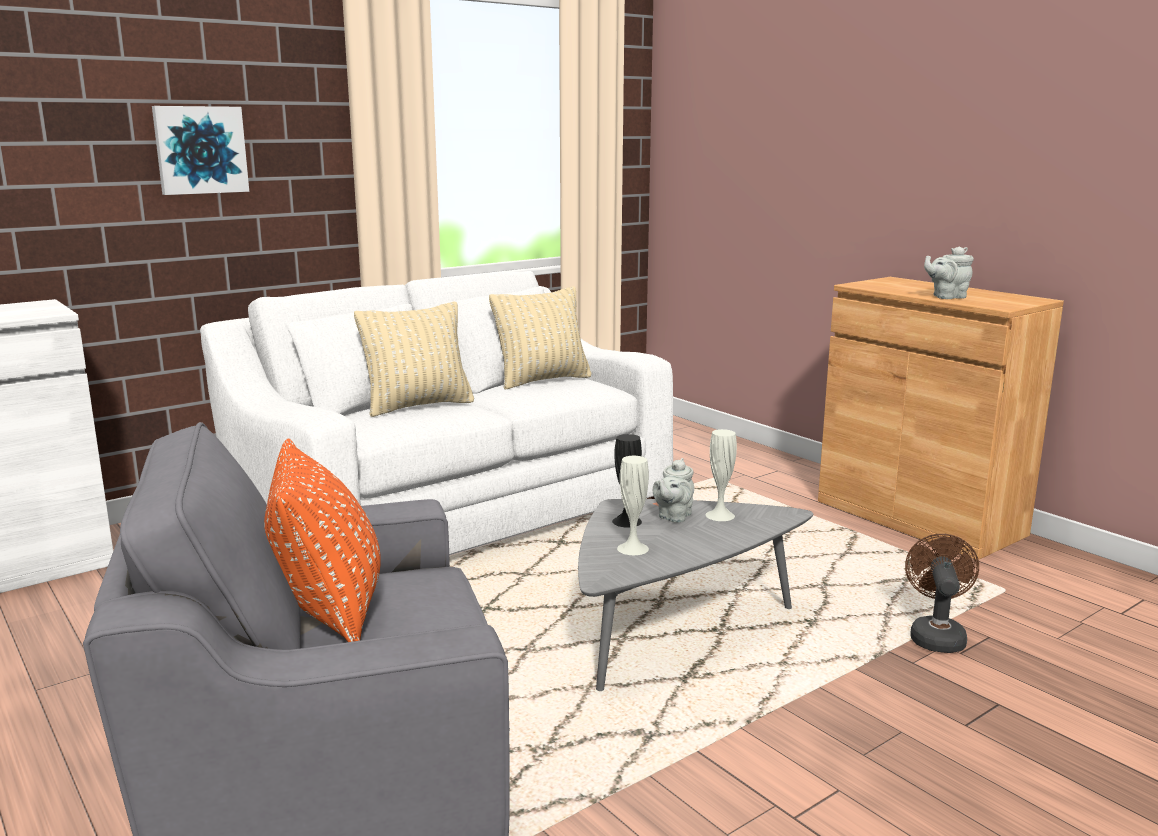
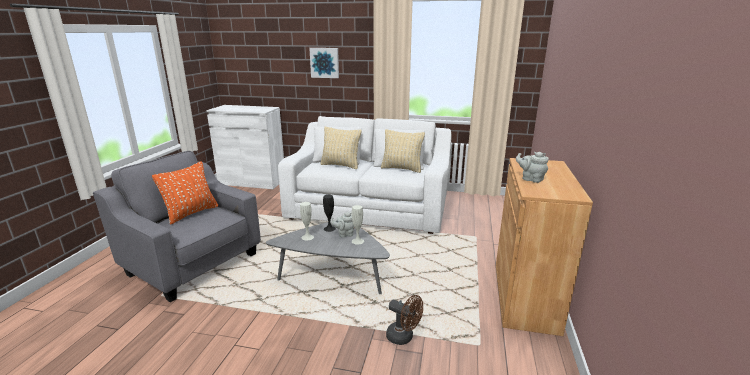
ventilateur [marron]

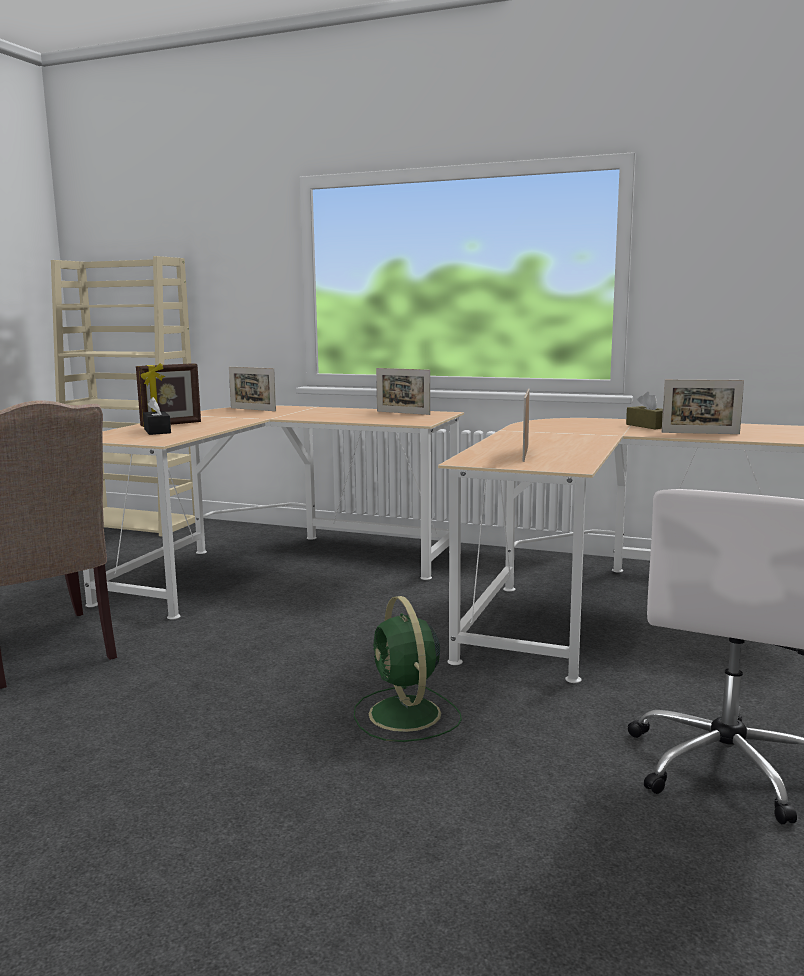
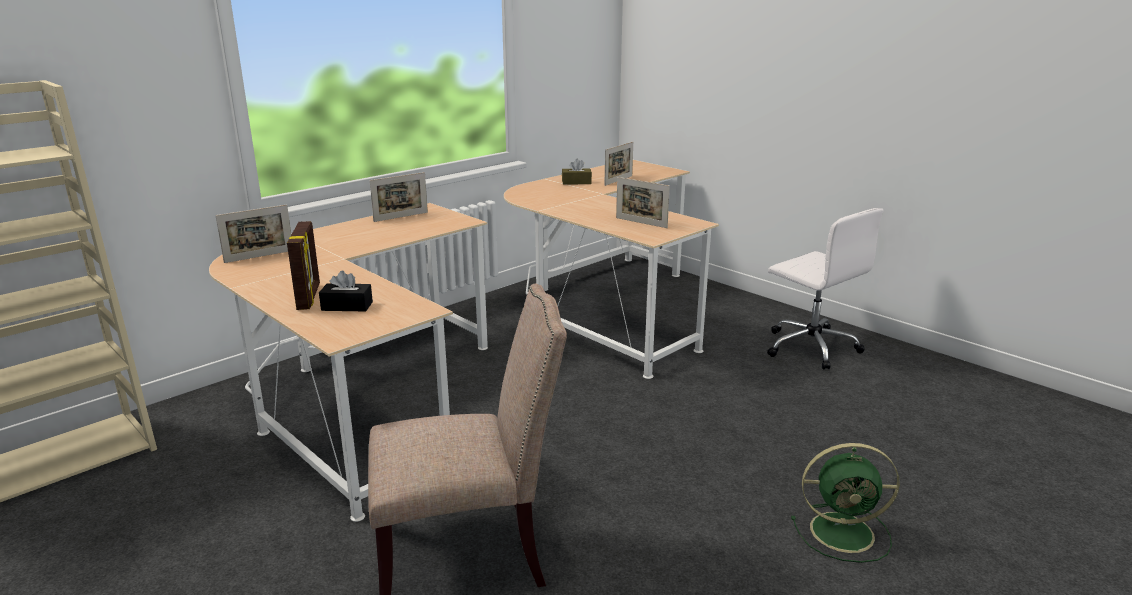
ventilateur [vert]

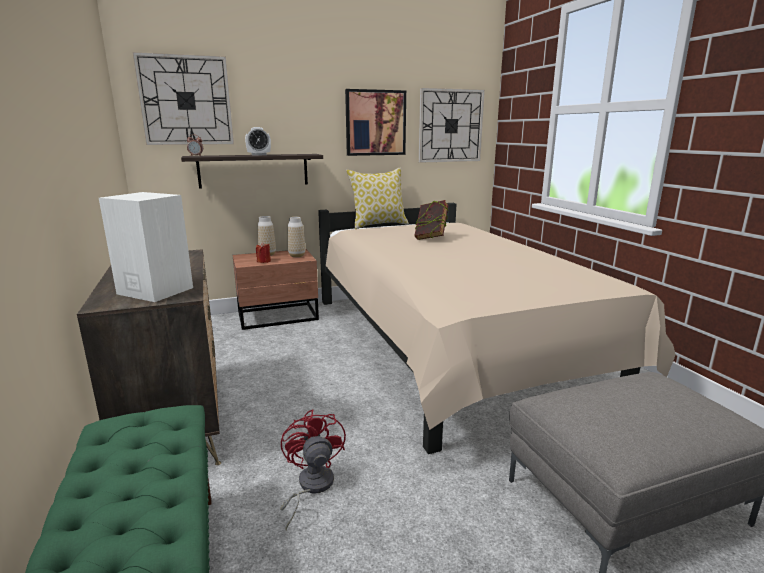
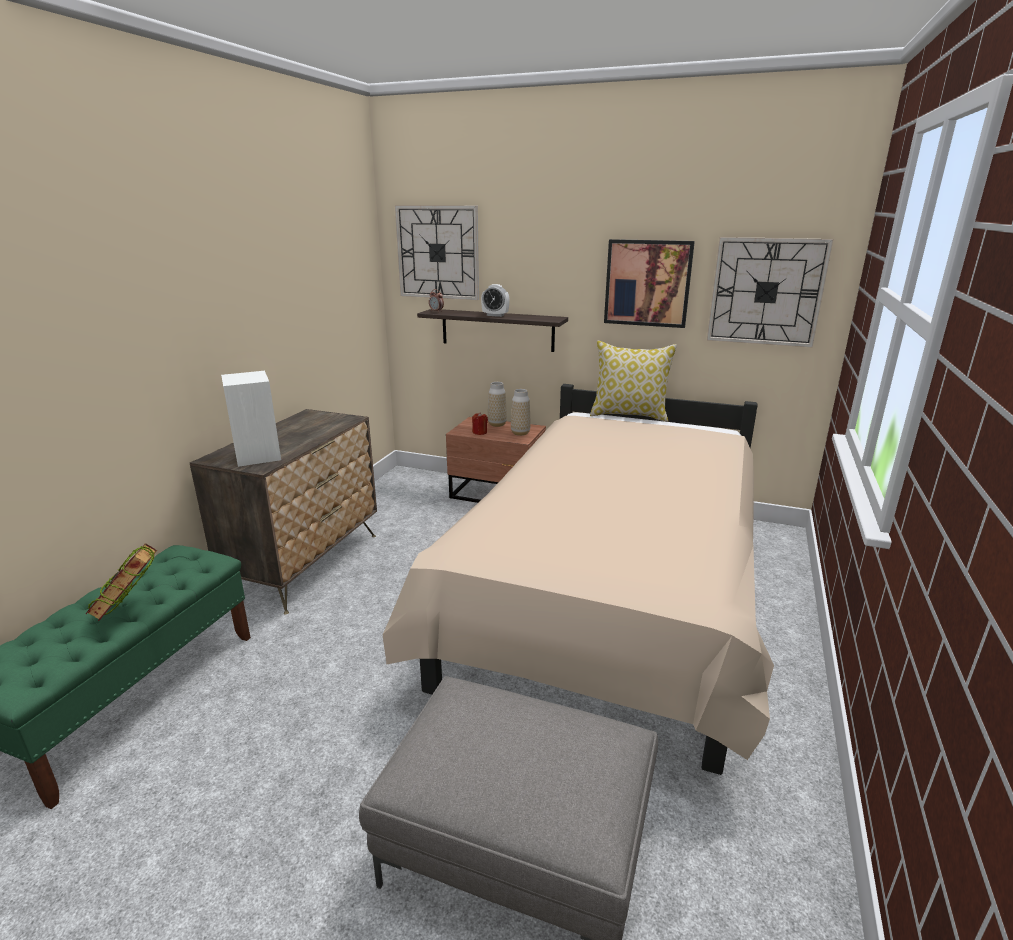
ventilateur [rouge]
livre

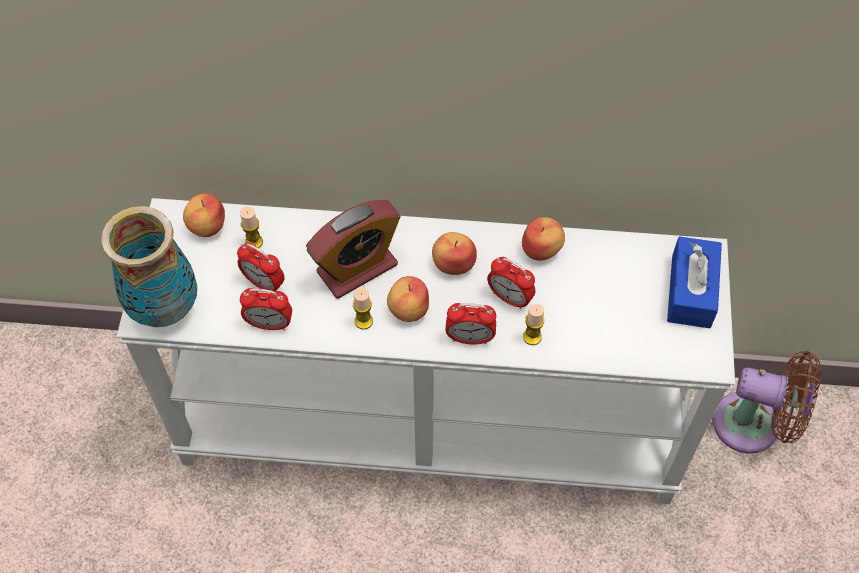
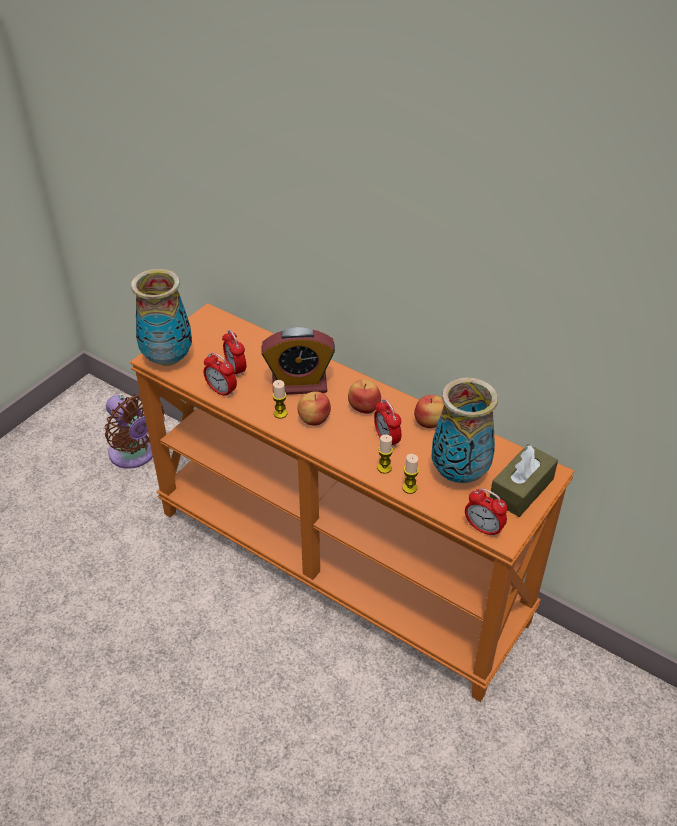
pomme (no. 1 from left in the first image)
vase (no. 2 from left)
bougie (no. 3 from left)
réveil (no. 5 from left)
ventilateur [marron]
table console [orange]
boîte à mouchoirs [marron]

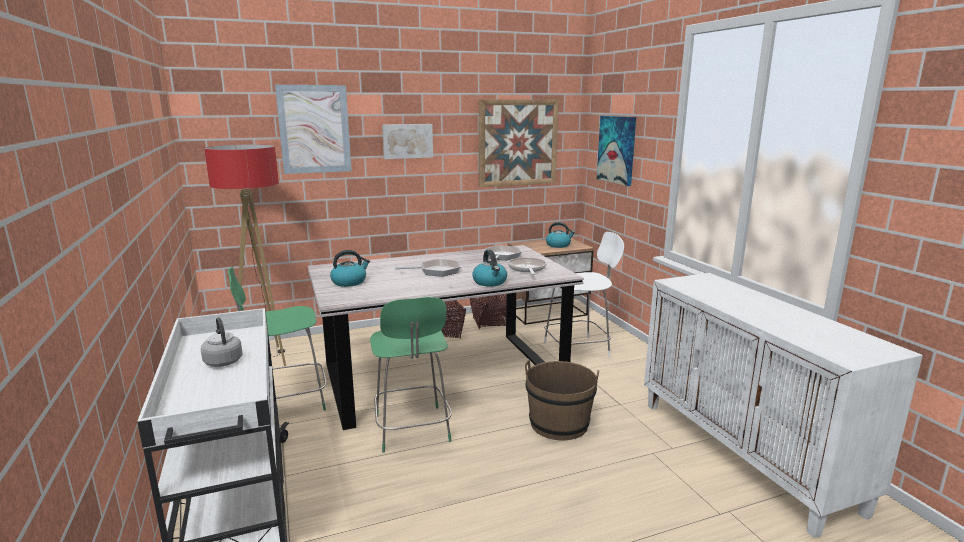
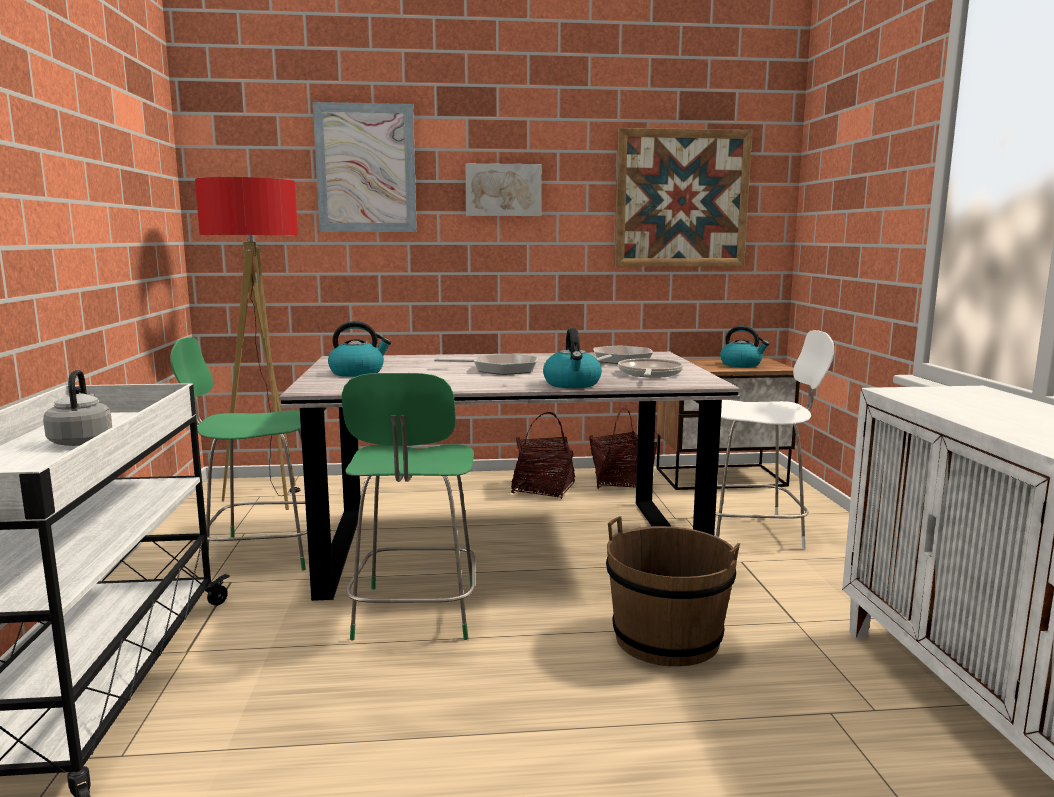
tableau (no. 4 from left in the first image)

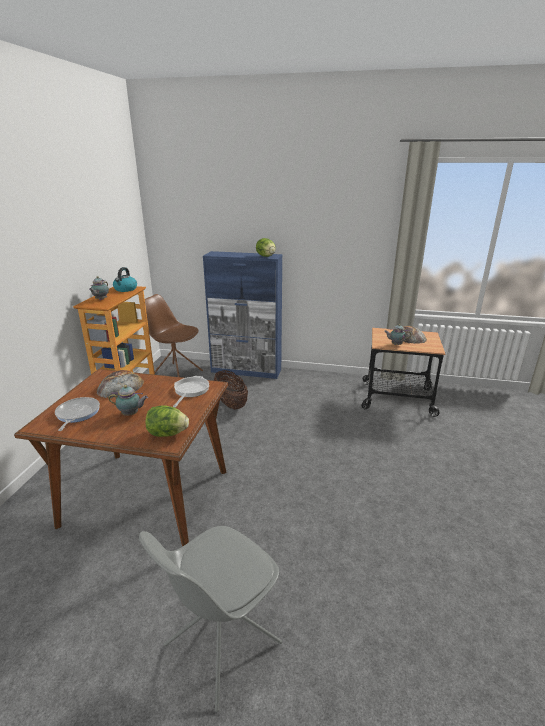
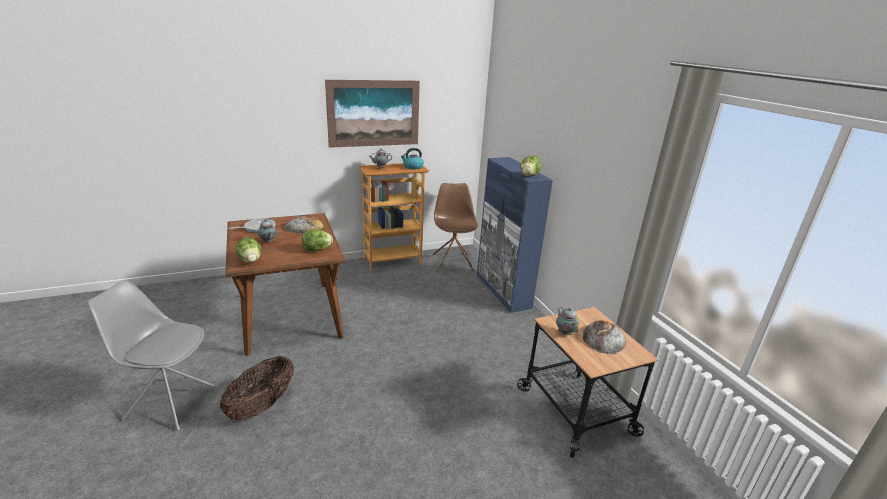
tableau
panier
laitue (no. 2 from left)

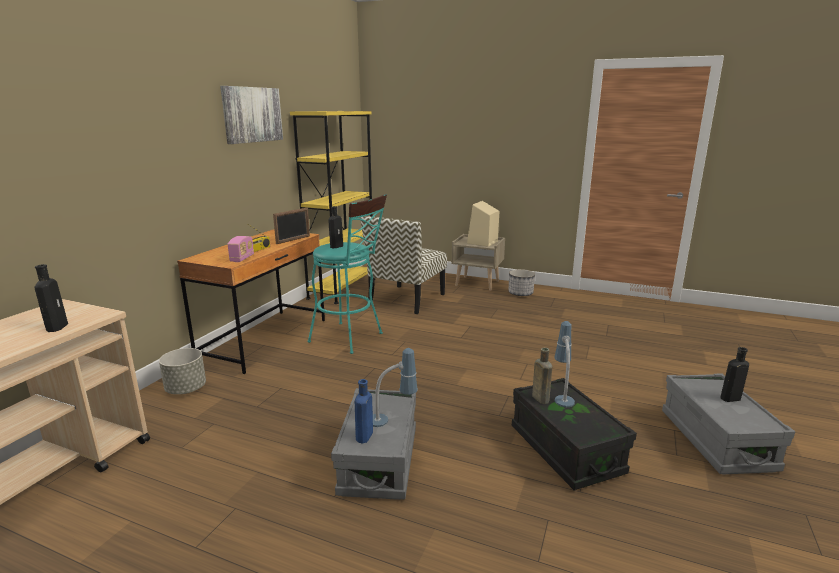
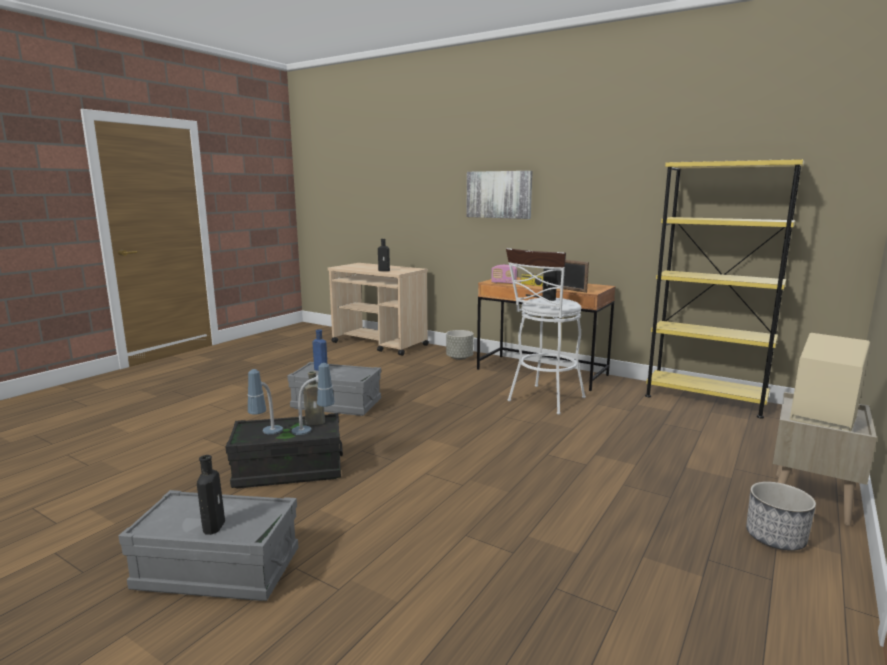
chaise
tableau
lampe de table (no. 1 from left)
tabouret [blanc]

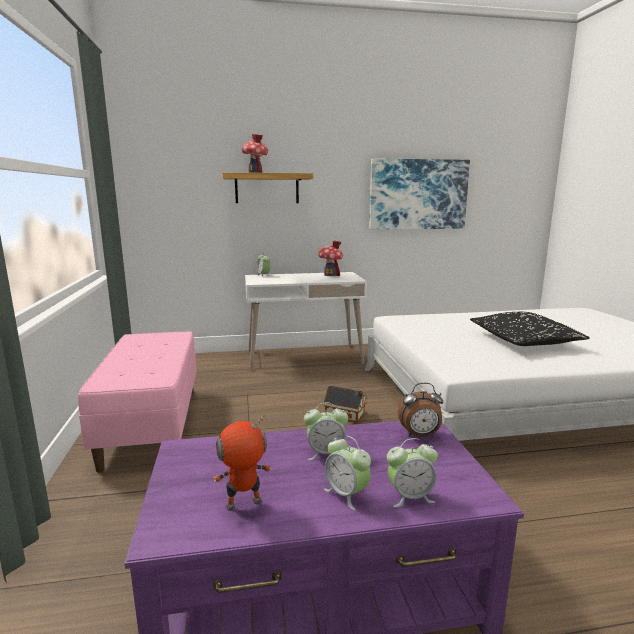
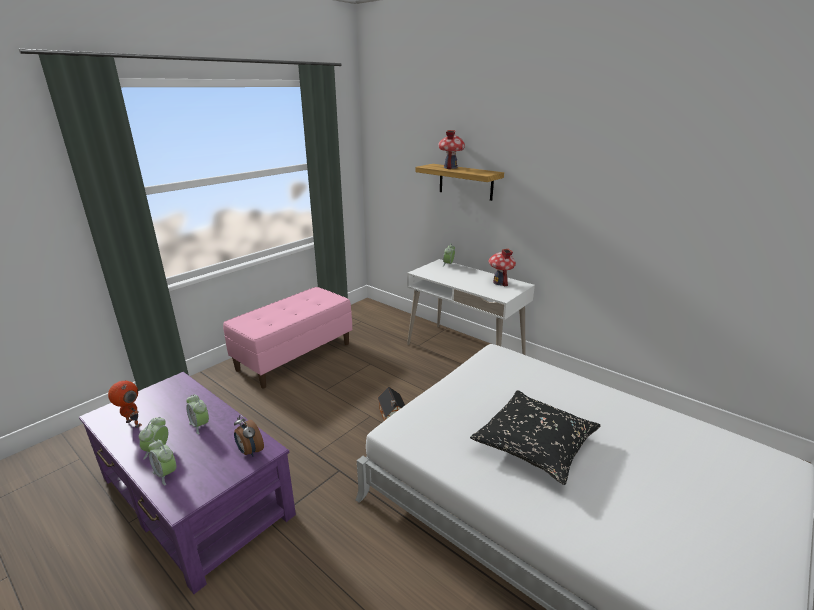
tableau

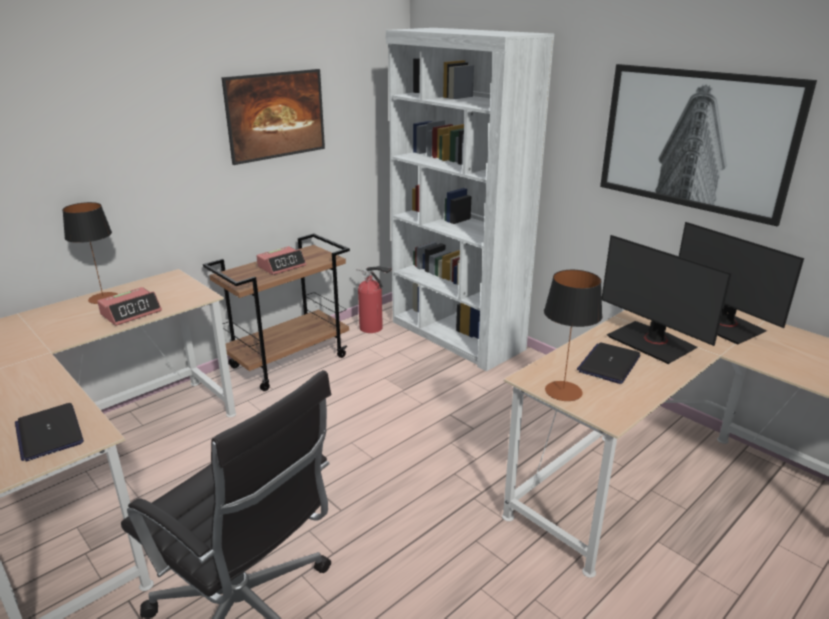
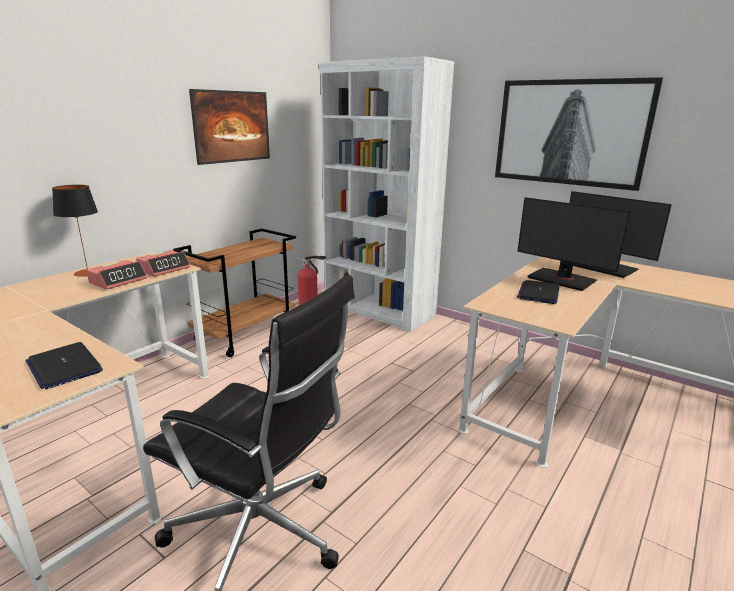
lampe de table (no. 2 from left in the first image)
réveil (no. 2 from left)

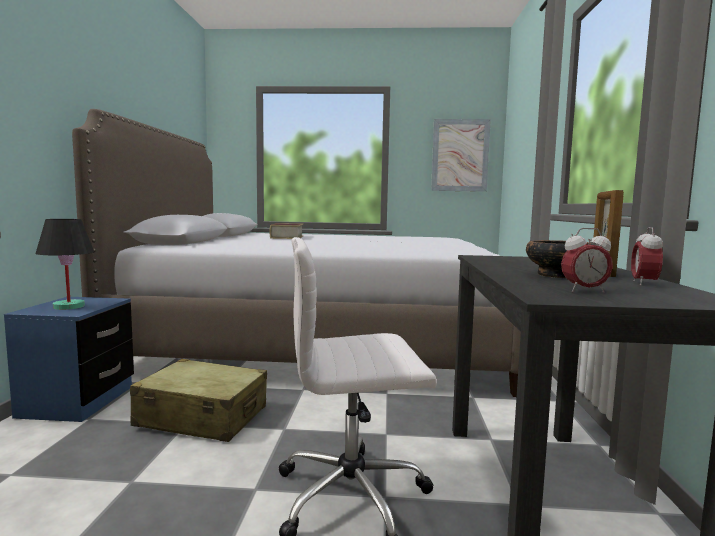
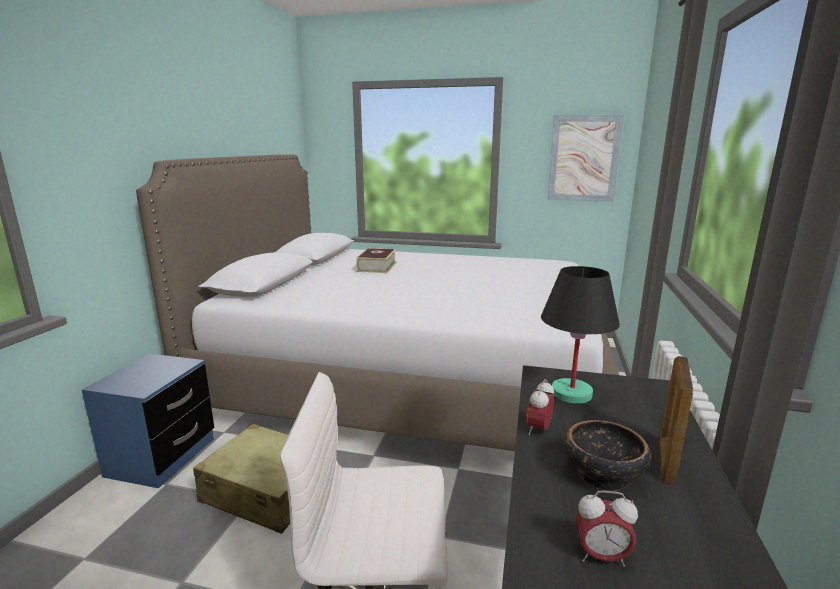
lampe de table [noir]
réveil (no. 1 from left)

